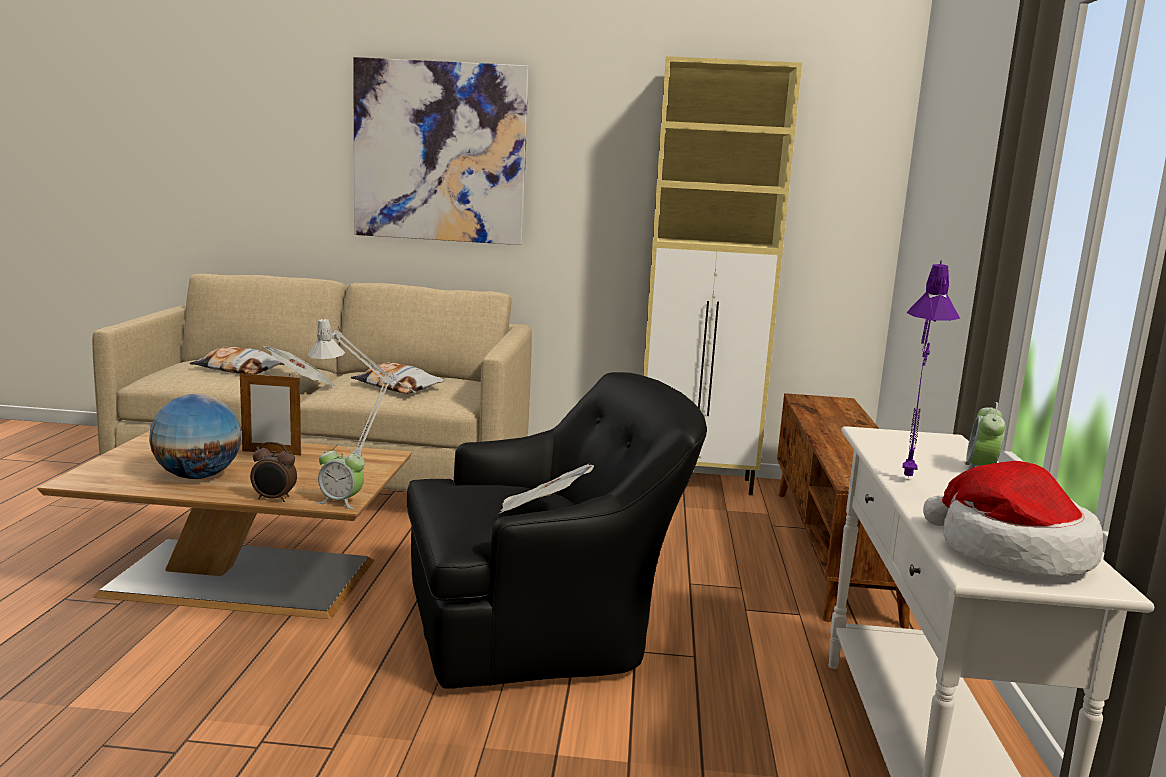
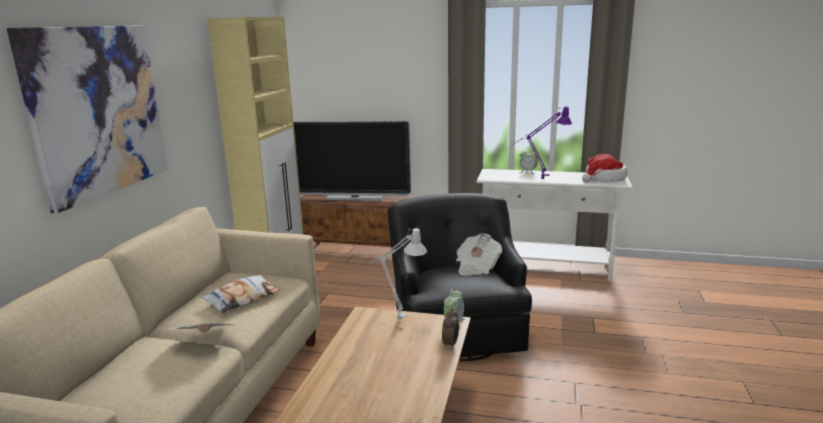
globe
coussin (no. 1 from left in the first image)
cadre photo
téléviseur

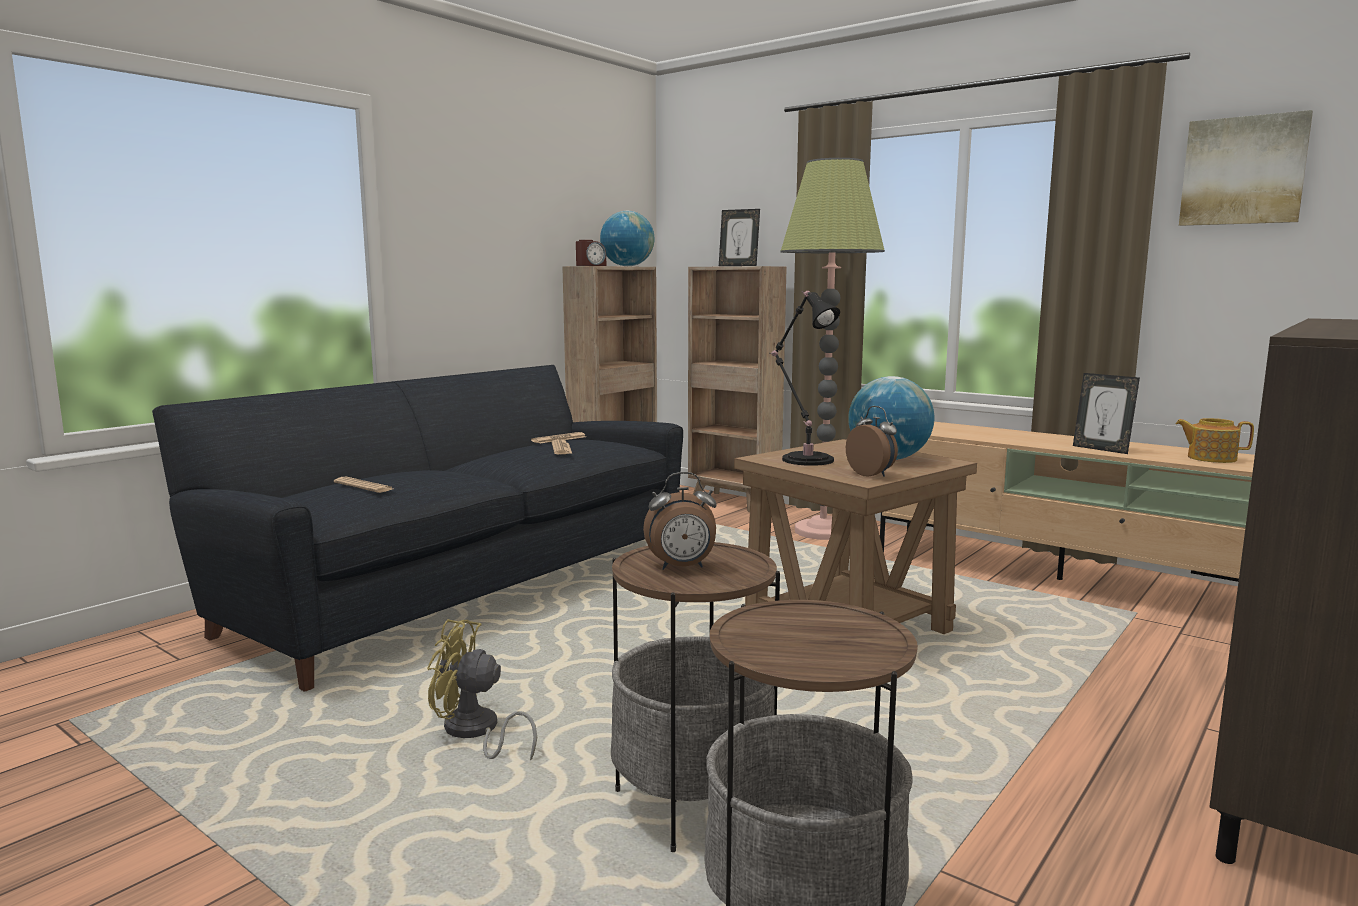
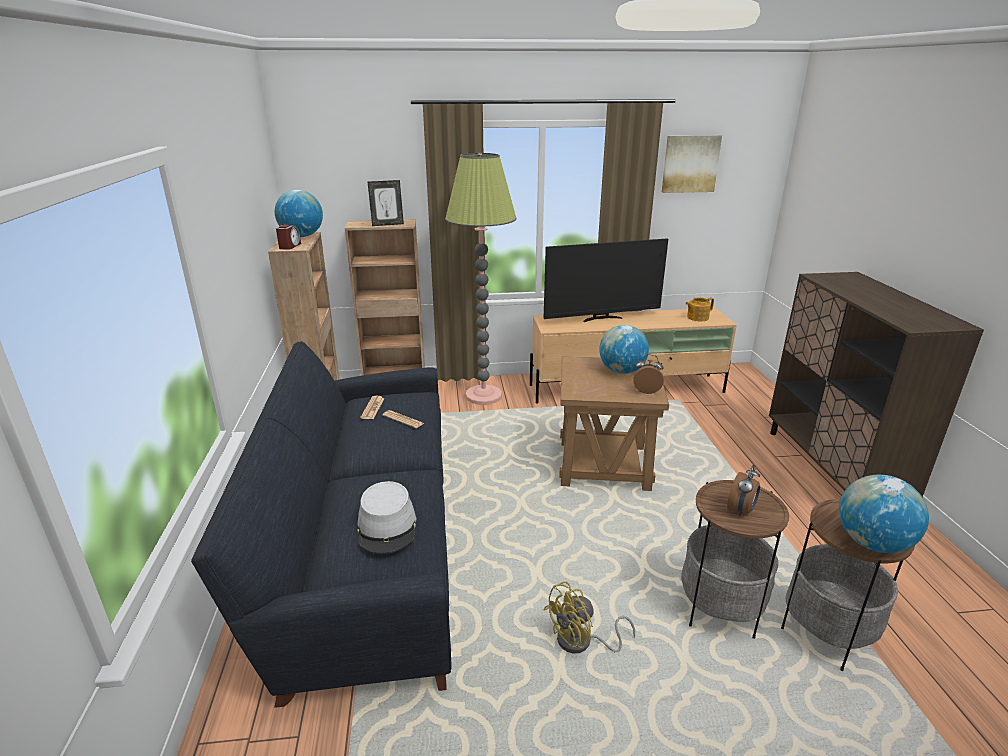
lampe de table [noir]
cadre photo (no. 2 from left in the first image)
téléviseur
globe (no. 3 from left)
chapeau [gris]

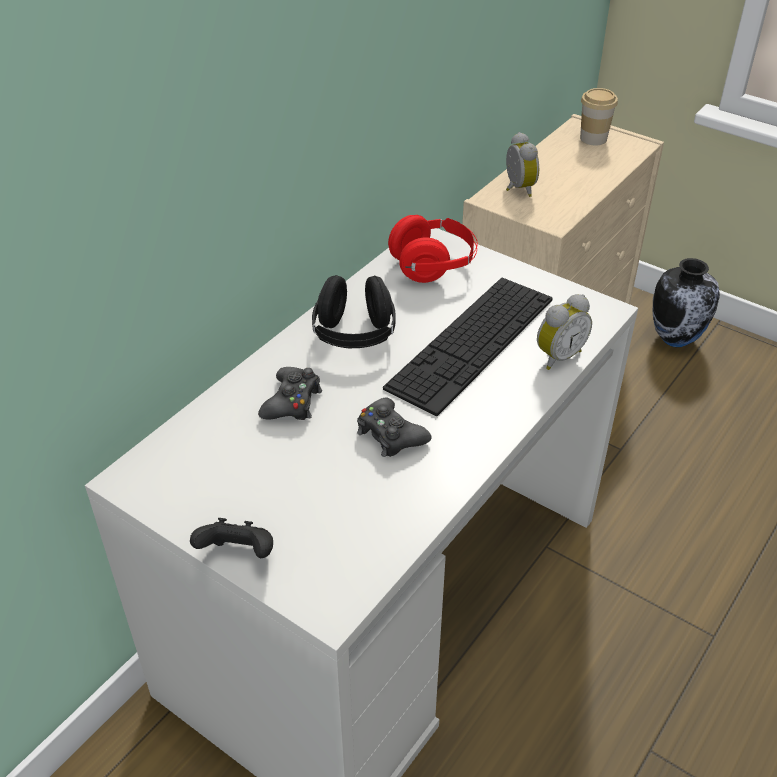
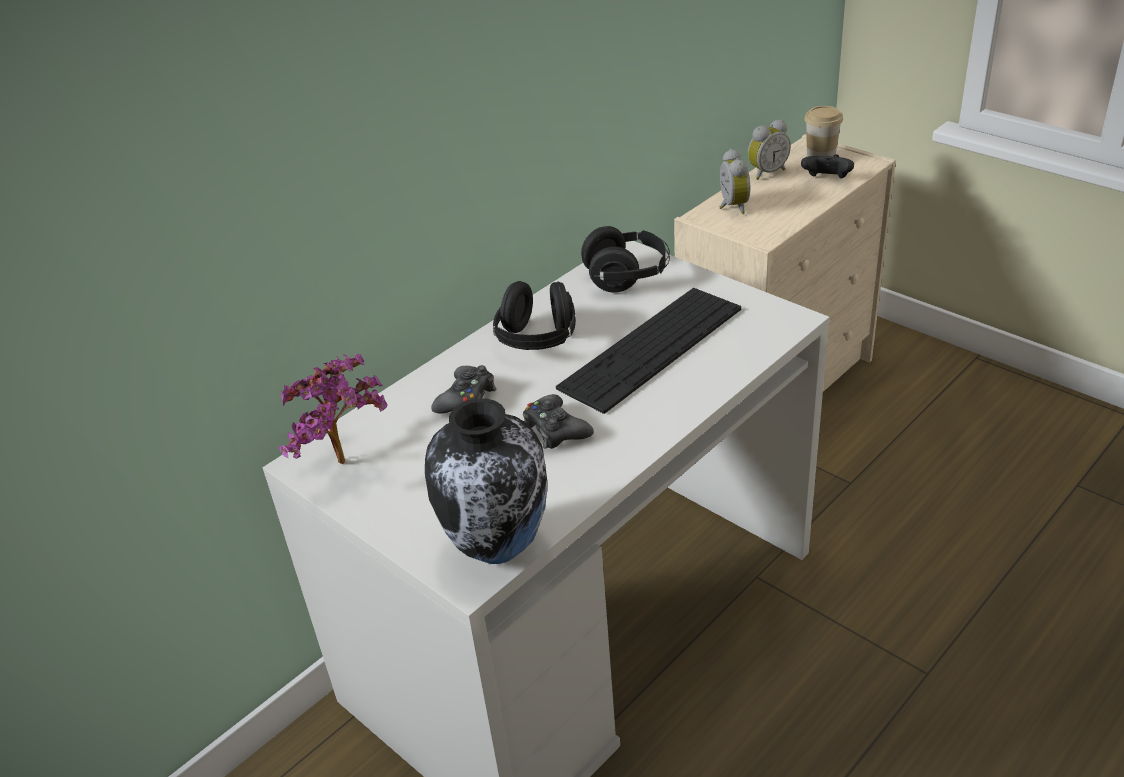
plante en pot
manette [noir] (no. 3 from left)
réveil (no. 2 from left)
vase
casque audio [noir] (no. 2 from left)

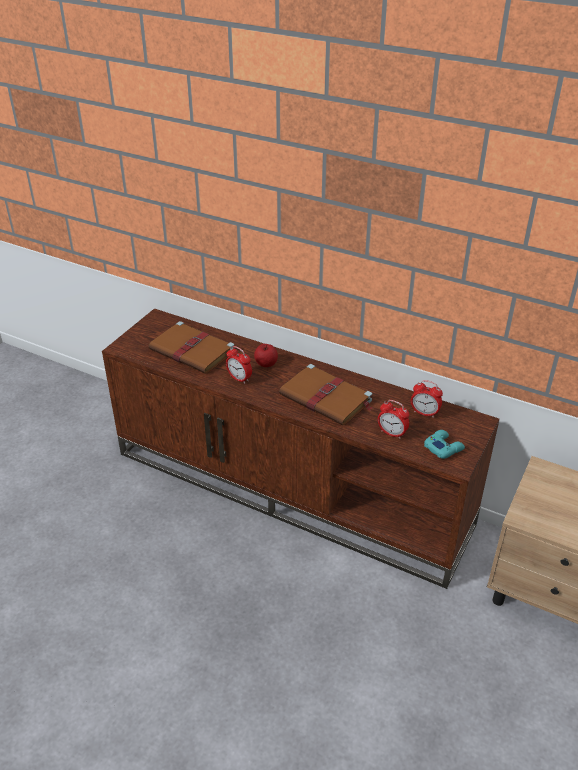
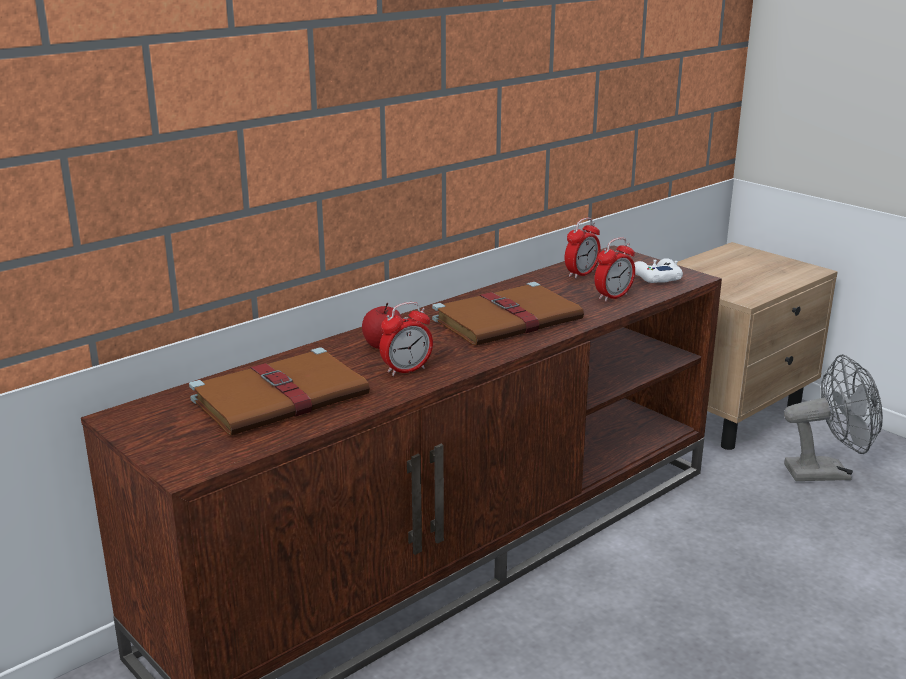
ventilateur [gris]
manette [blanc]

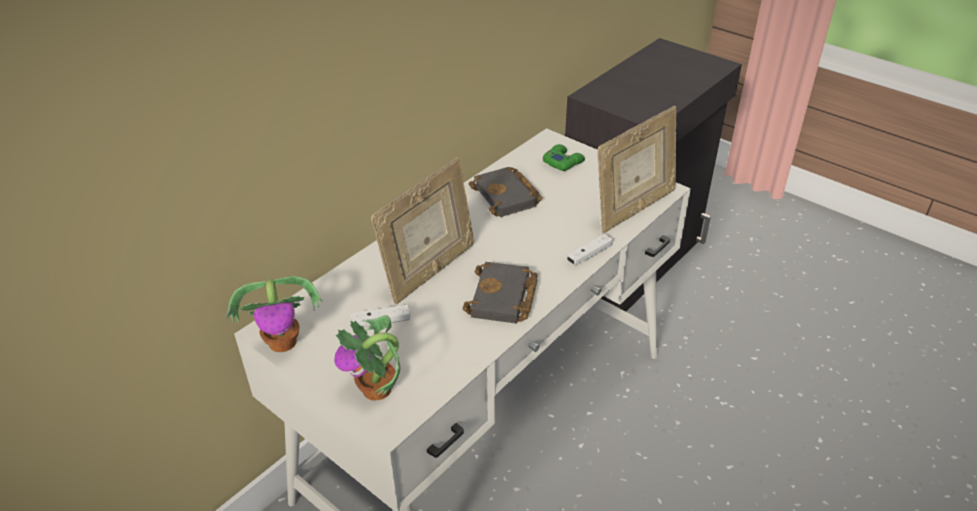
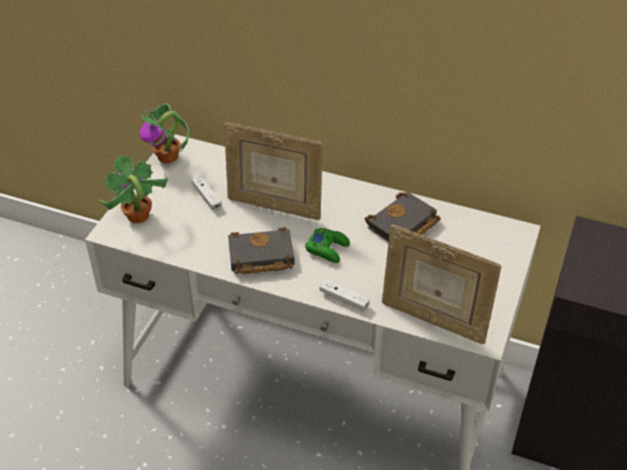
manette [vert]

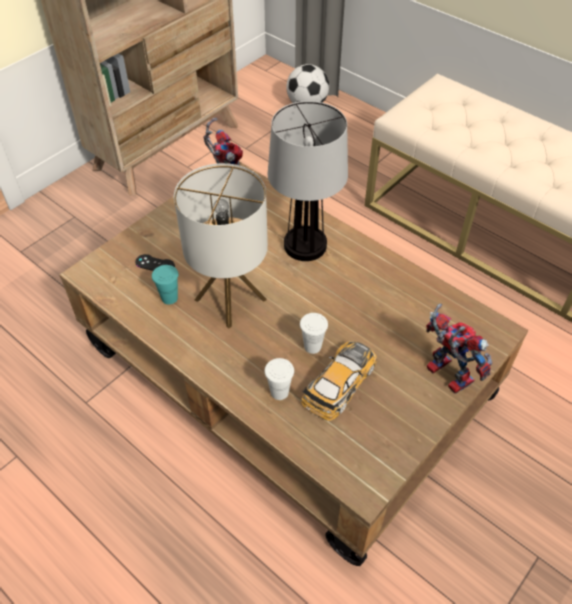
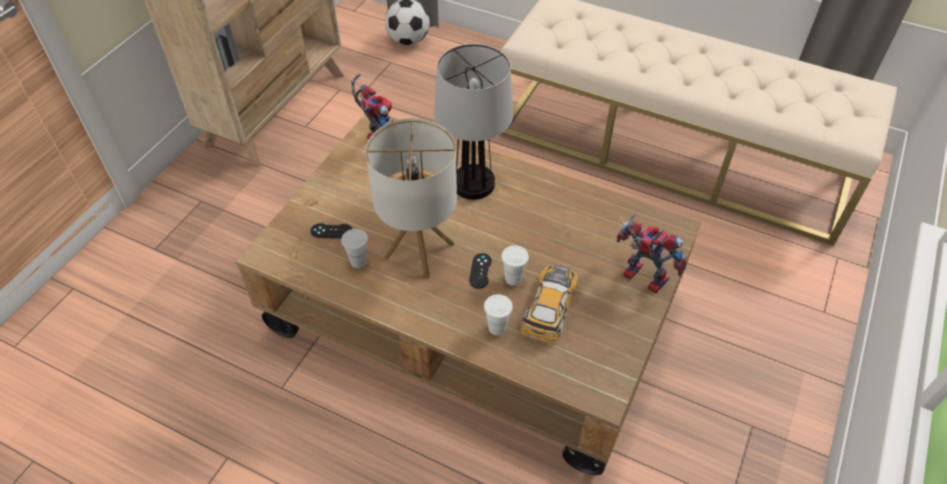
manette [noir] (no. 2 from left)
tasse [blanc] (no. 1 from left)

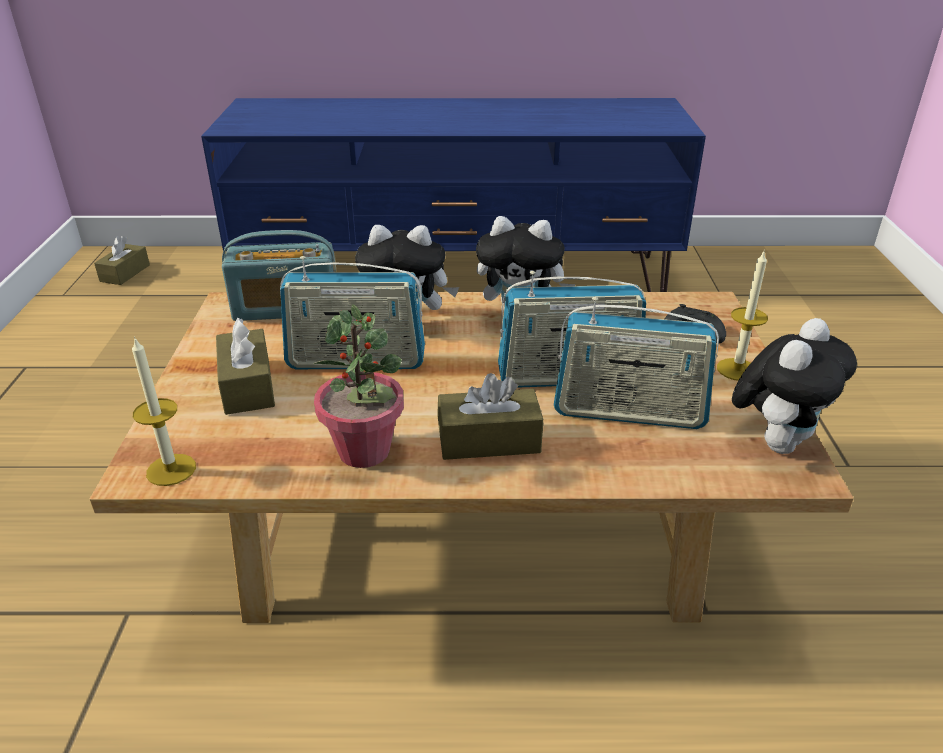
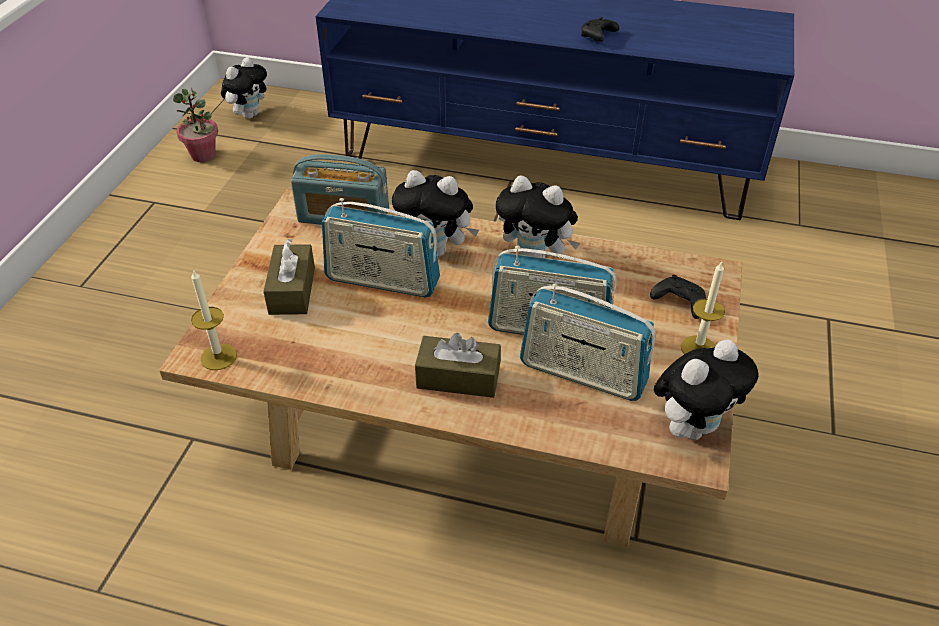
manette [noir] (no. 1 from left)
plante en pot
peluche (no. 1 from left)

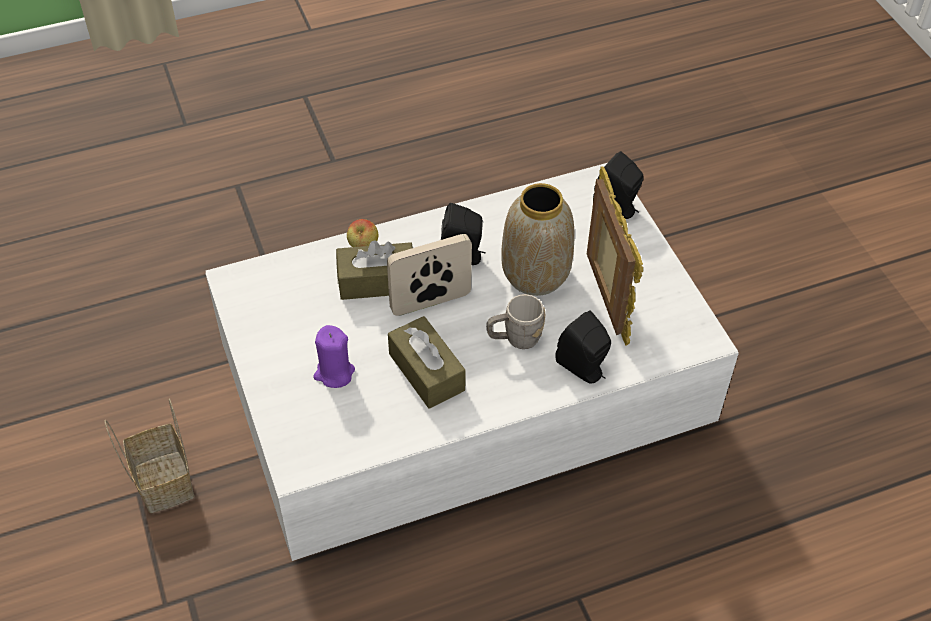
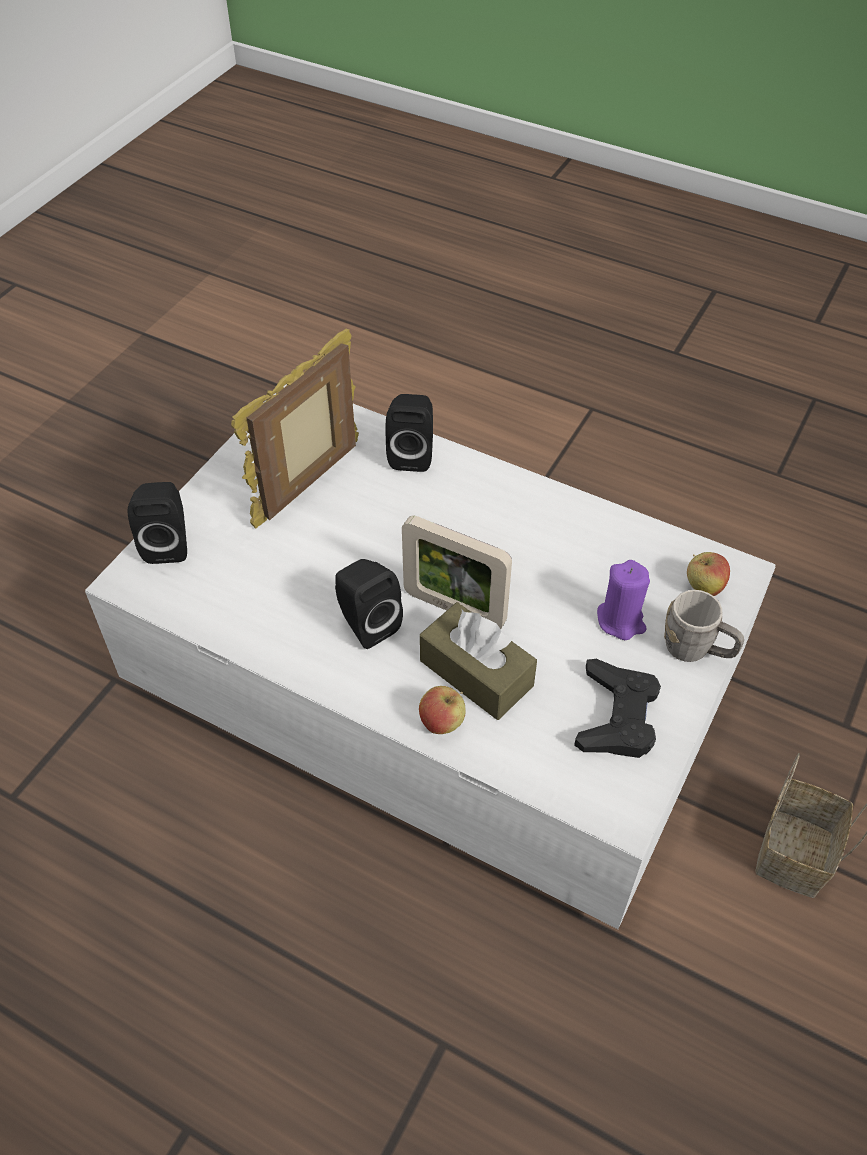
boîte à mouchoirs [marron] (no. 2 from left in the first image)
vase
manette [noir]
pomme (no. 2 from left)
mug [gris]

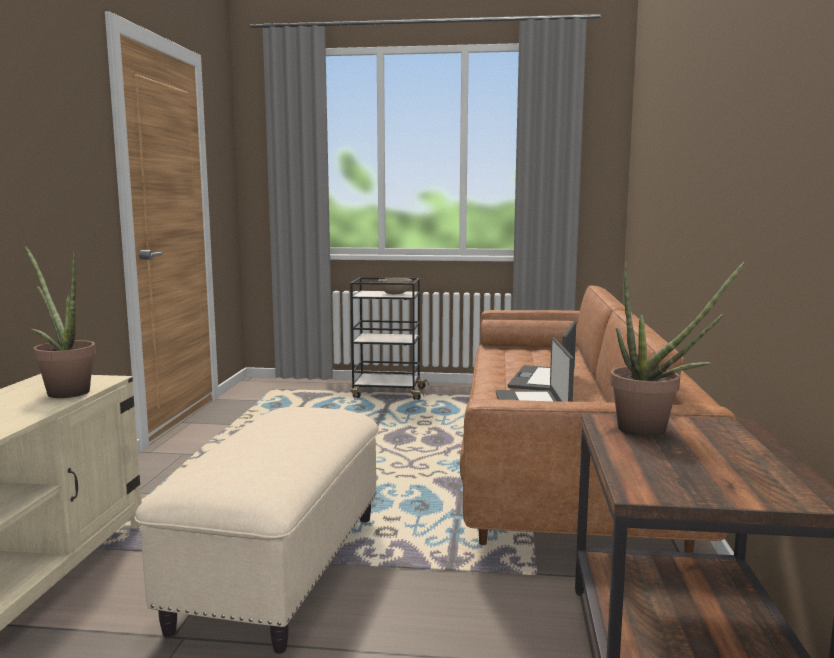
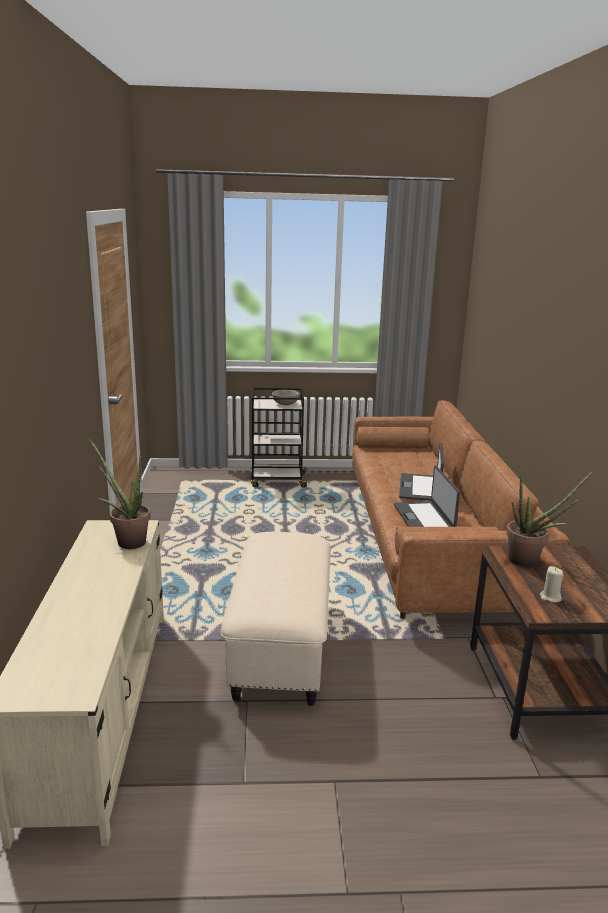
bougie [beige]

